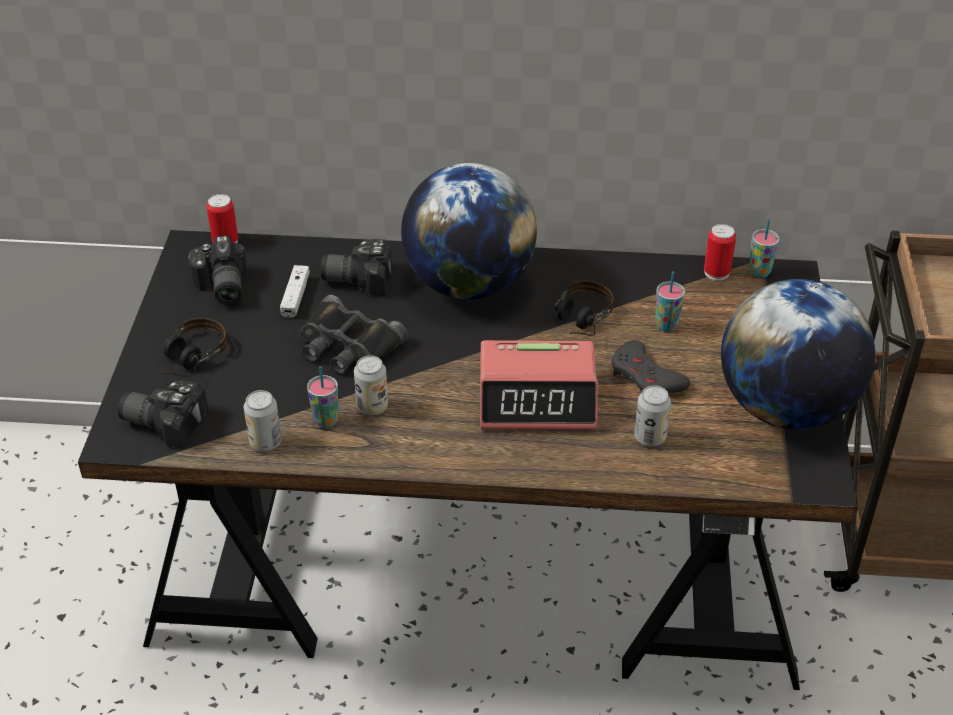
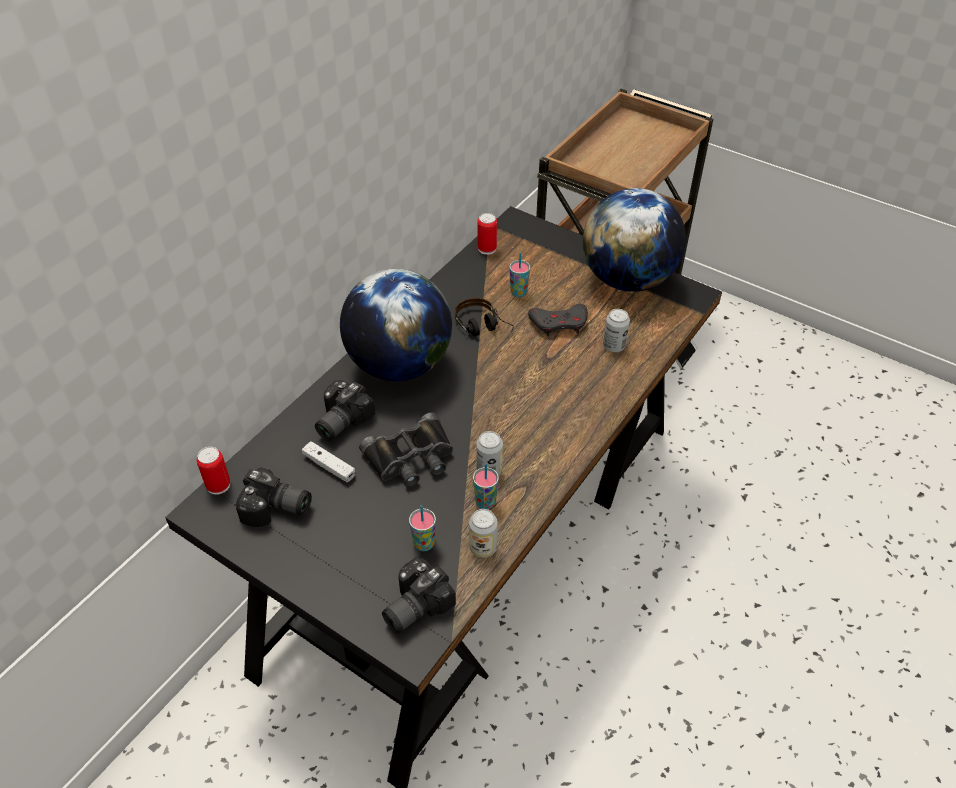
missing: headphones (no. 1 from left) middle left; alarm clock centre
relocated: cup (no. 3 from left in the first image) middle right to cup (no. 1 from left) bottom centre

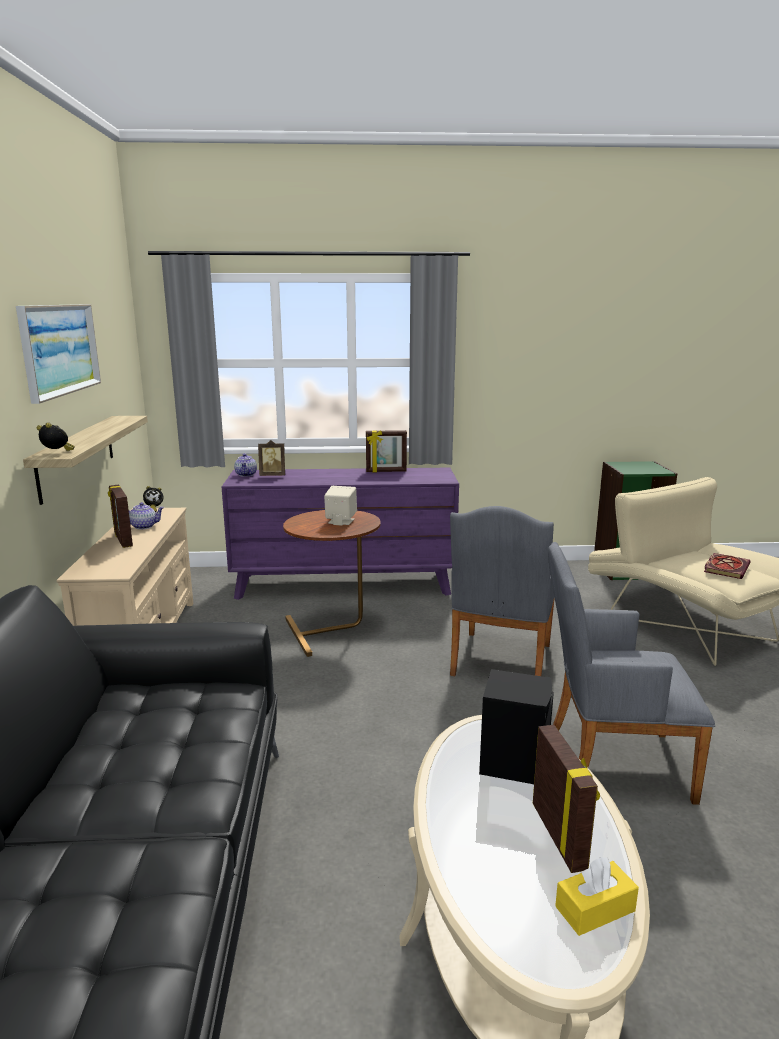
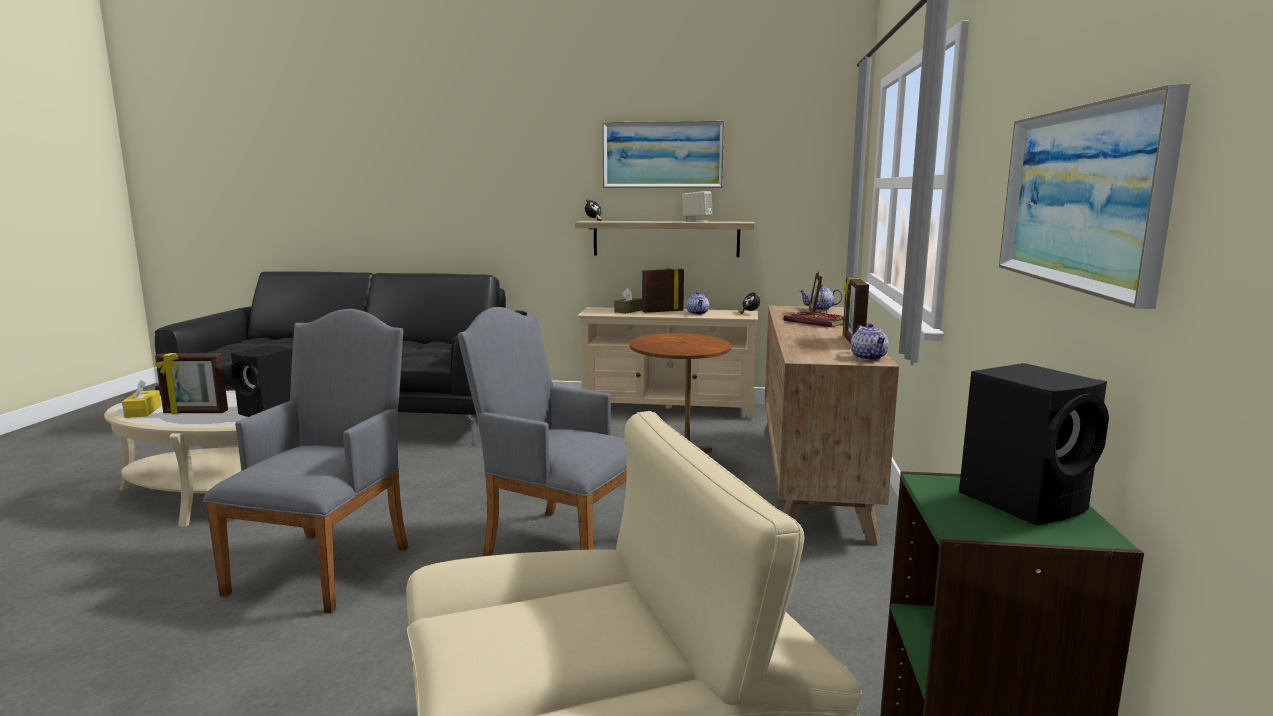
appeared: tissue box in brown centre; teapot (no. 3 from left) middle right; speaker in black (no. 2 from left) middle right; picture (no. 2 from left) top right
relocated: speaker in beige centre to top centre; book middle right to centre
colour: dresser in purple centre to dresser in brown centre

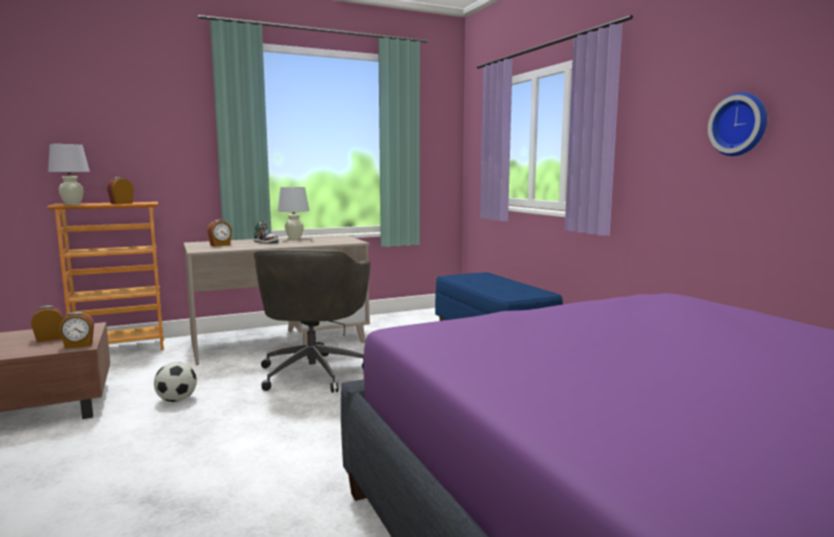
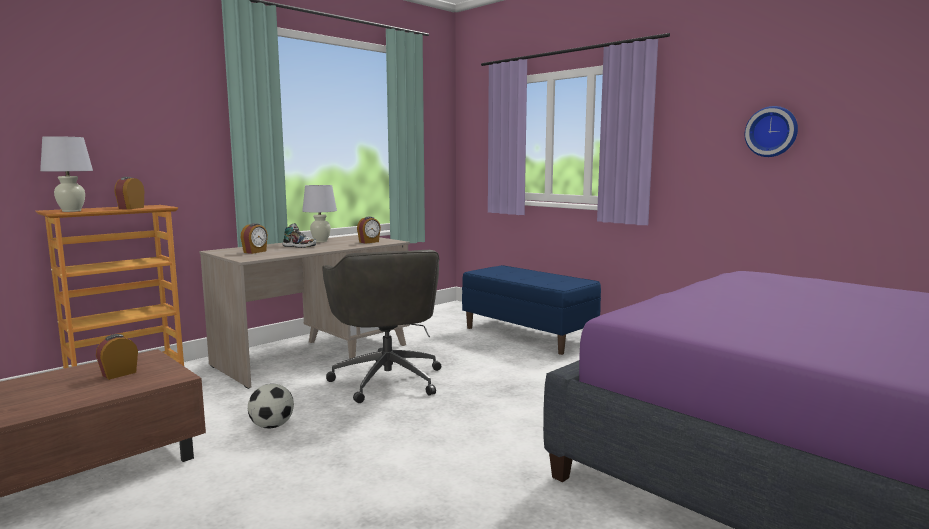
relocated: alarm clock (no. 2 from left in the first image) middle left to alarm clock (no. 4 from left) centre

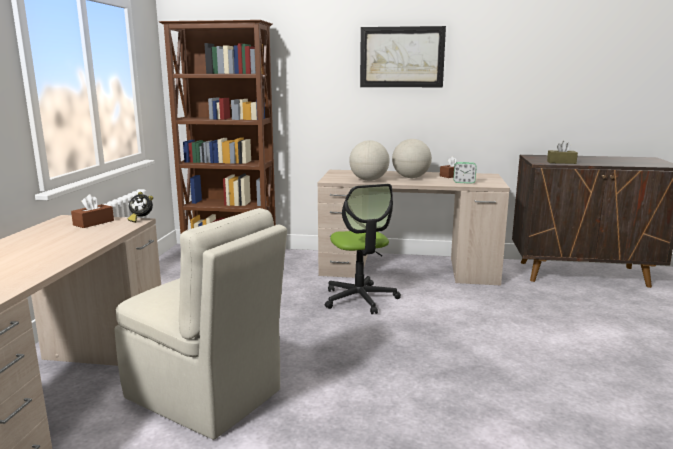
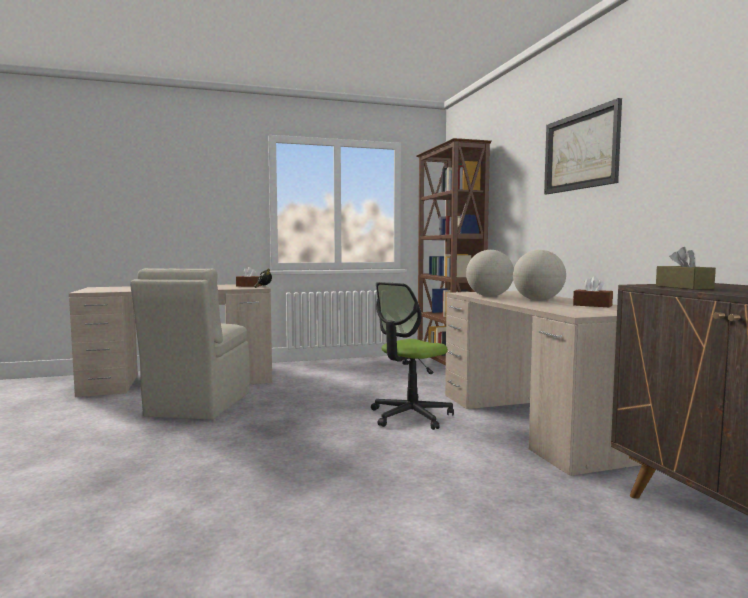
missing: alarm clock (no. 2 from left) middle right

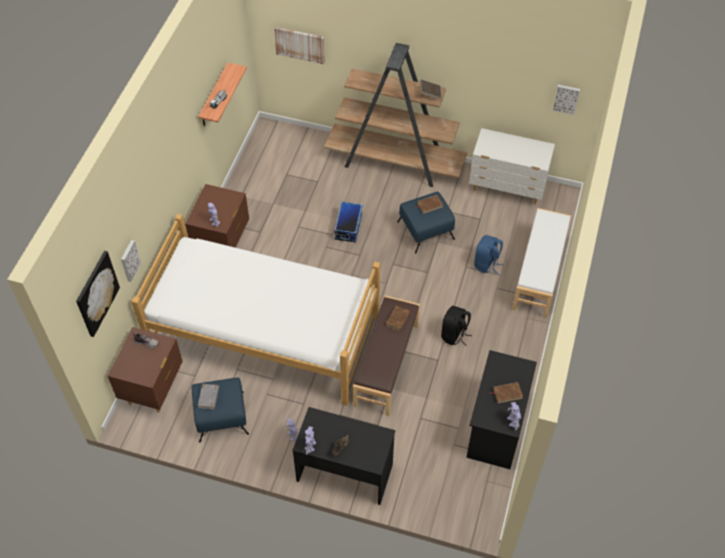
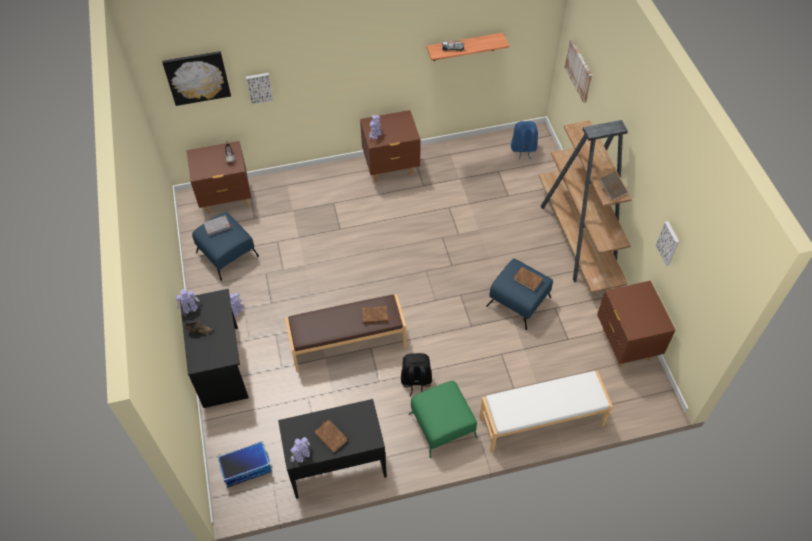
missing: bed centre
appeared: ottoman in green bottom centre
relocated: storage box centre to bottom left; backpack in blue middle right to top centre; picture (no. 4 from left) top right to middle right
exchanged: dresser in white top right to nightstand in brown (no. 3 from left) middle right

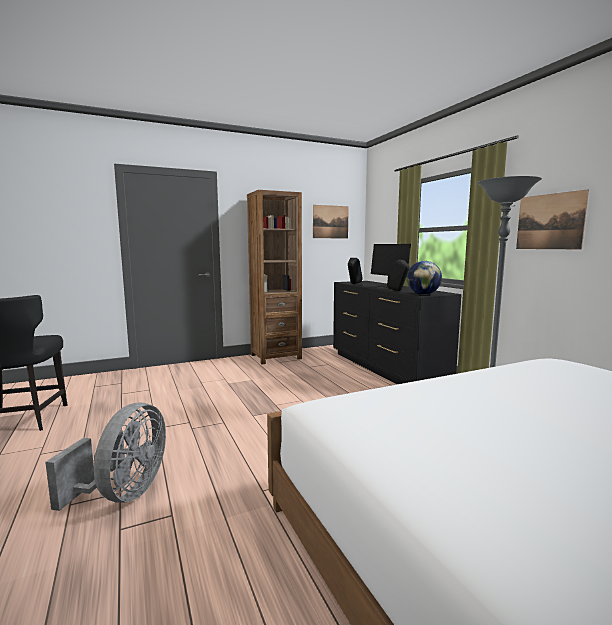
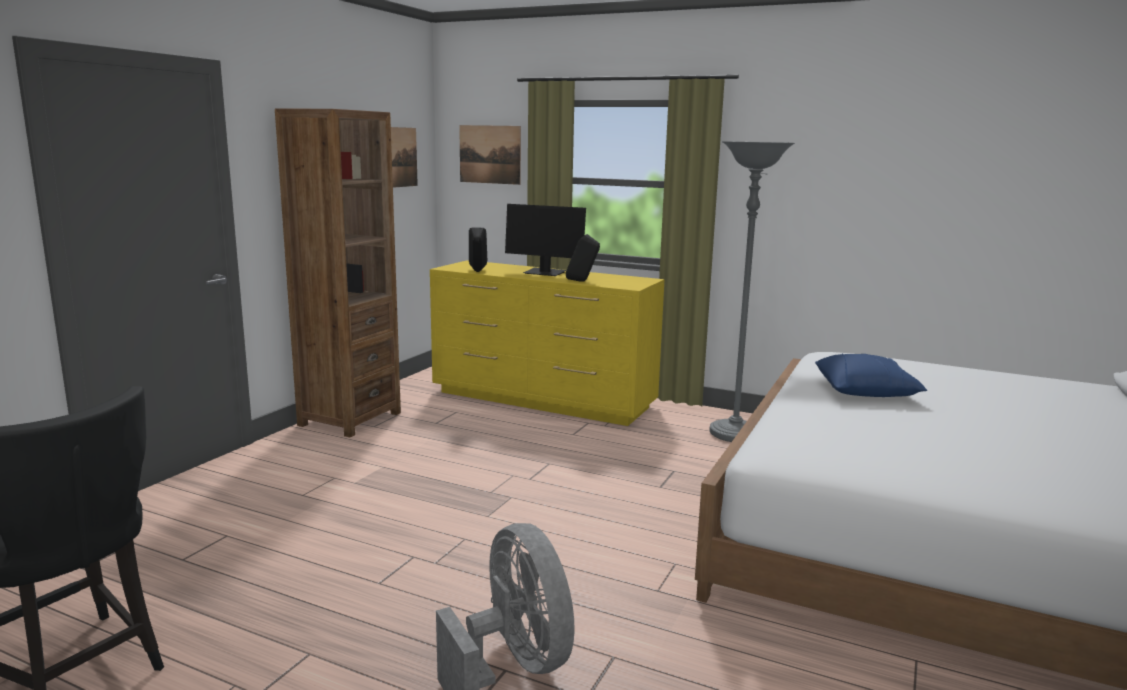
missing: globe middle right
appeared: pillow in blue middle right
relocated: picture (no. 2 from left) middle right to top centre
colour: dresser in black centre to dresser in yellow centre

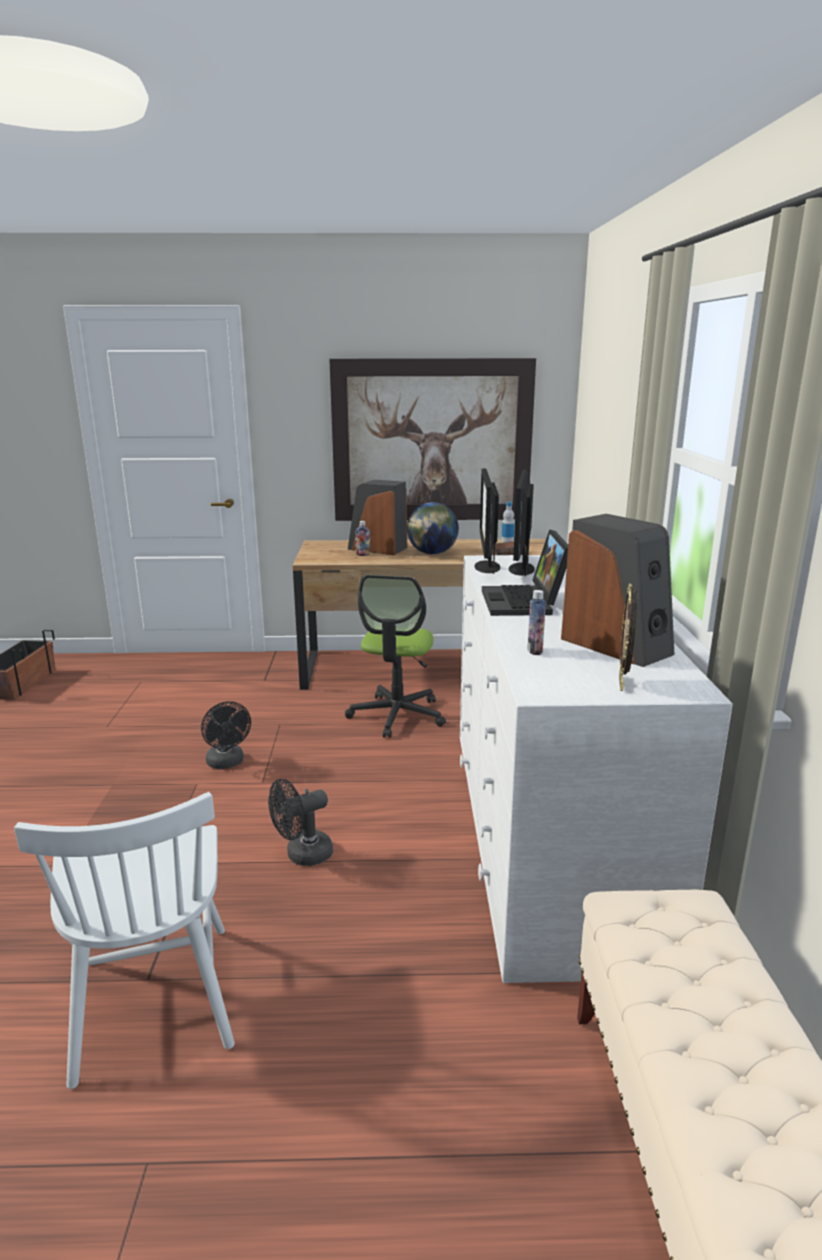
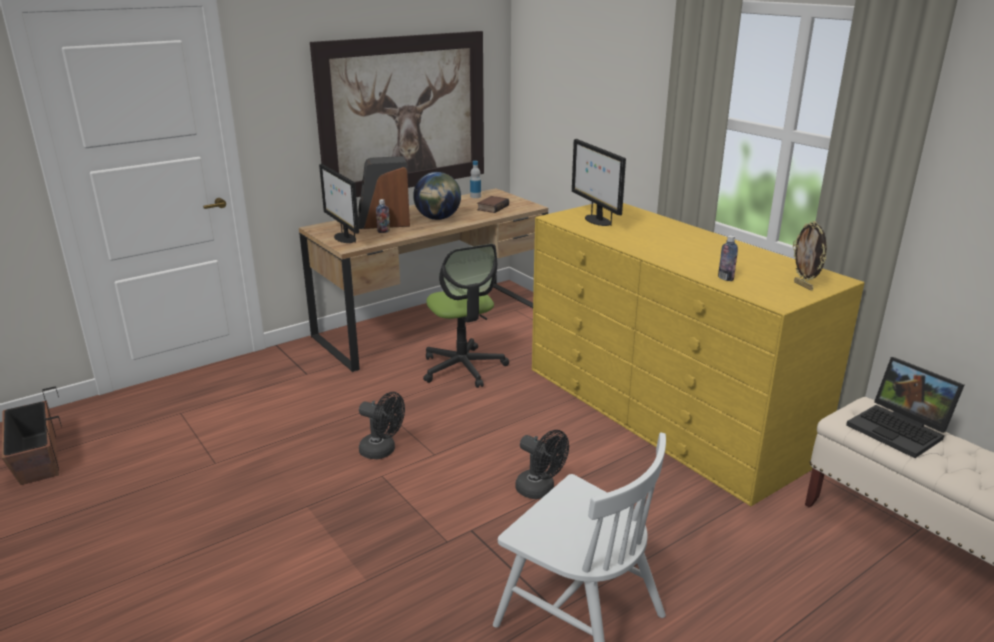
missing: speaker (no. 2 from left) middle right
relocated: monitor (no. 1 from left) centre to top centre; laptop centre to middle right
colour: dresser in white middle right to dresser in yellow middle right
spun: fan in black (no. 2 from left) centre = bottom centre 75 degrees counterclockwise

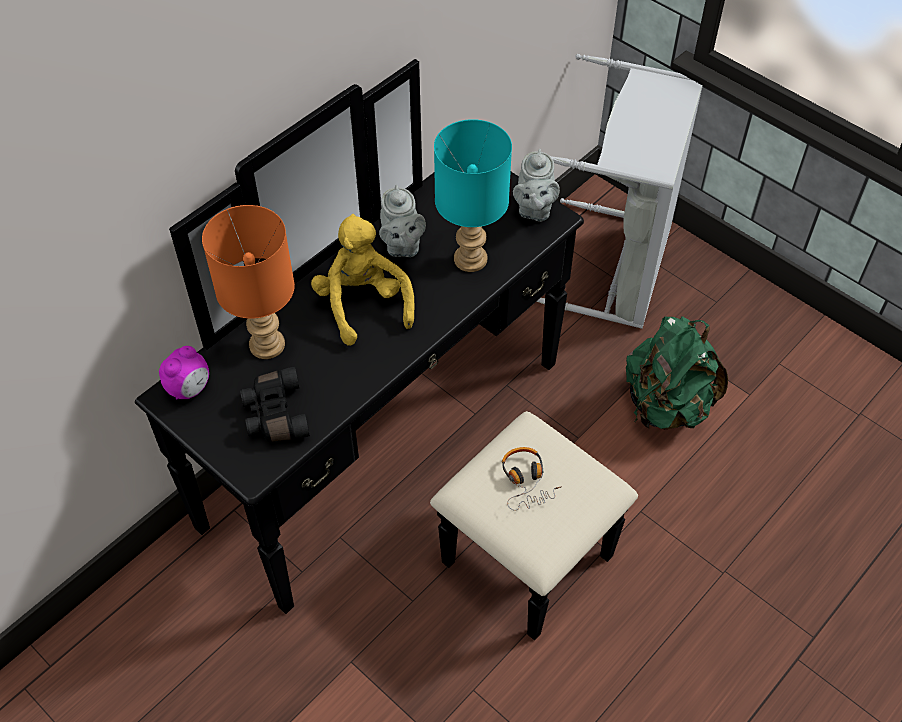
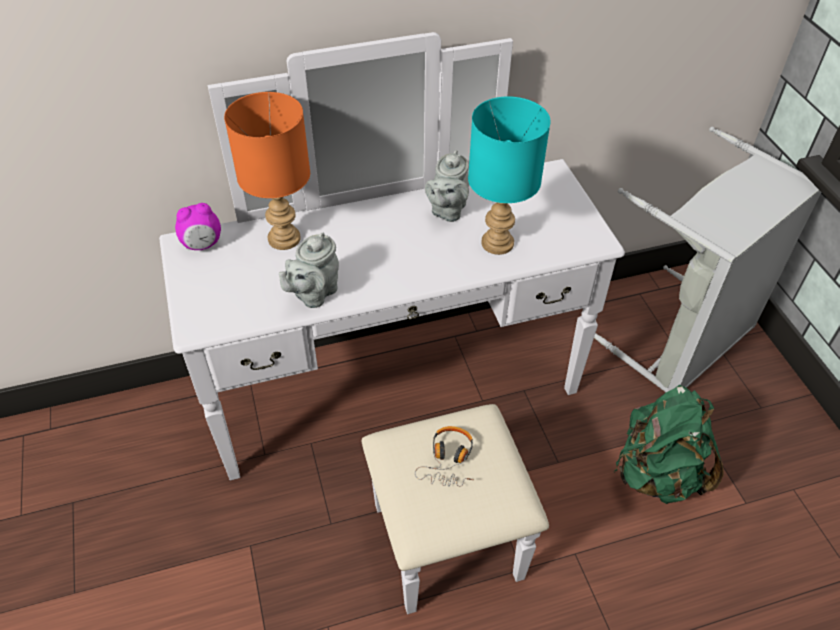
missing: binoculars in black middle left; plush toy in yellow centre
relocated: teapot in grey (no. 2 from left in the first image) top centre to teapot in grey (no. 1 from left) centre
colour: dresser in black centre to dresser in white centre

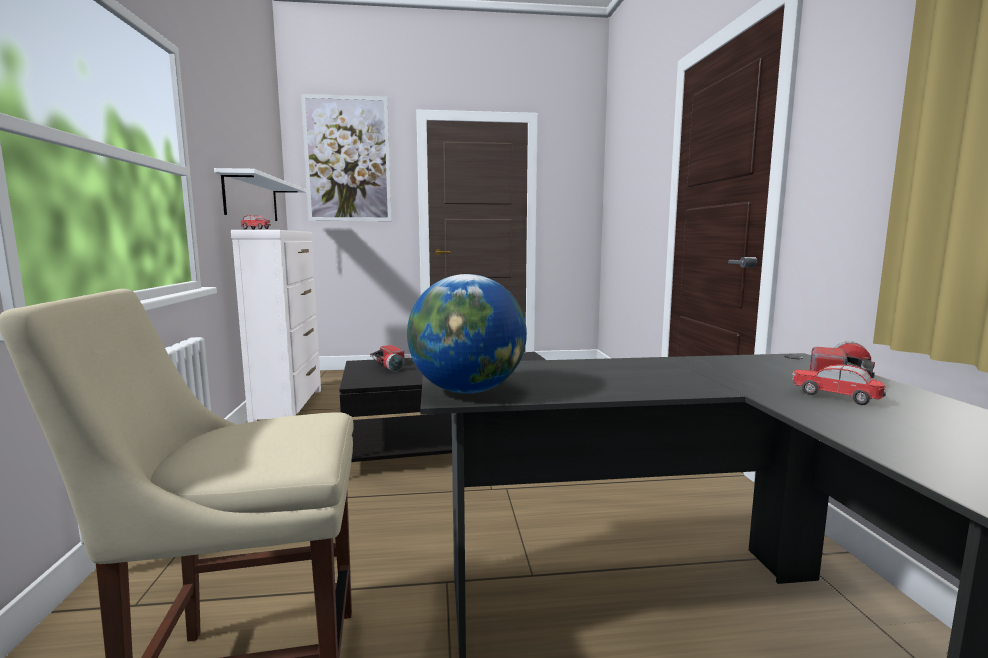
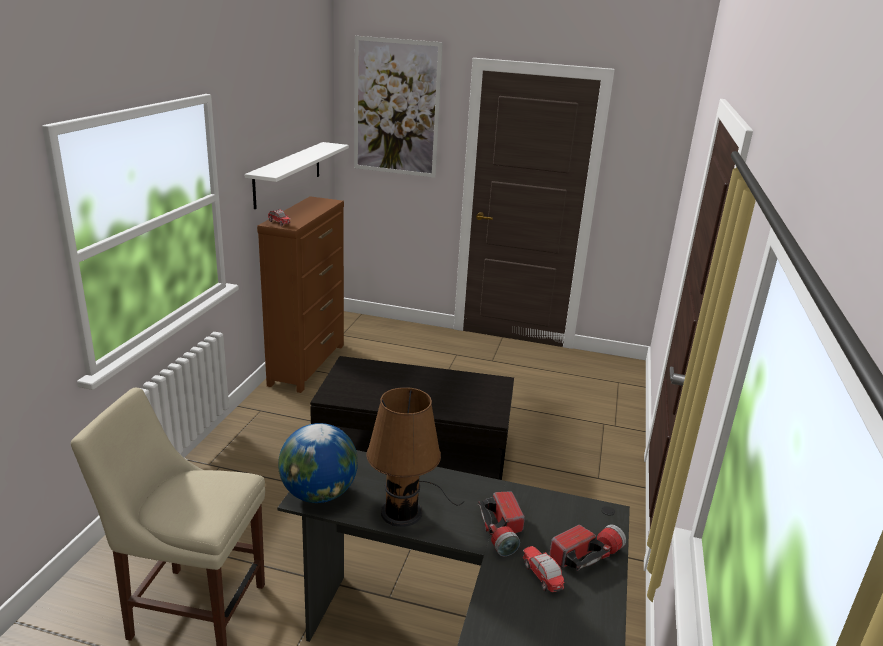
appeared: table lamp in brown bottom centre
relocated: flashlight (no. 1 from left) centre to bottom centre
colour: dresser in white middle left to dresser in brown centre

